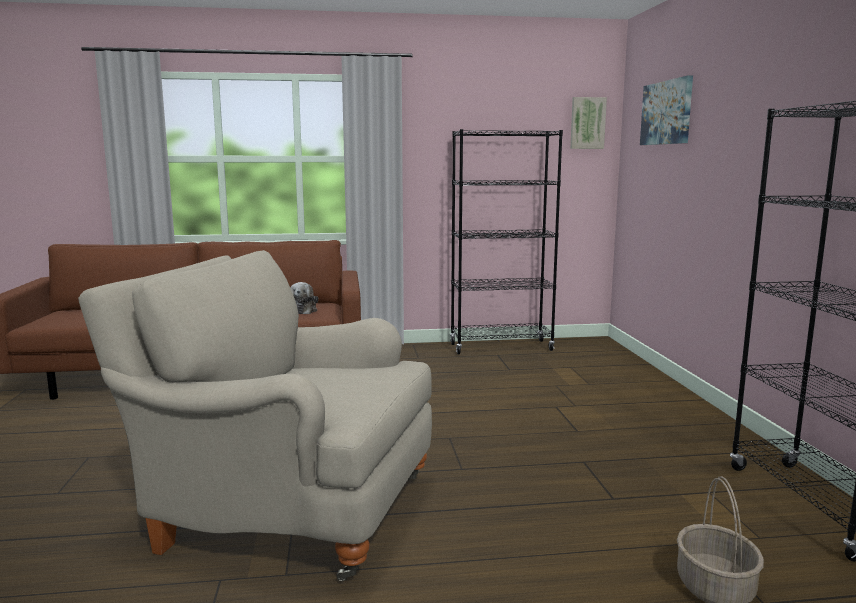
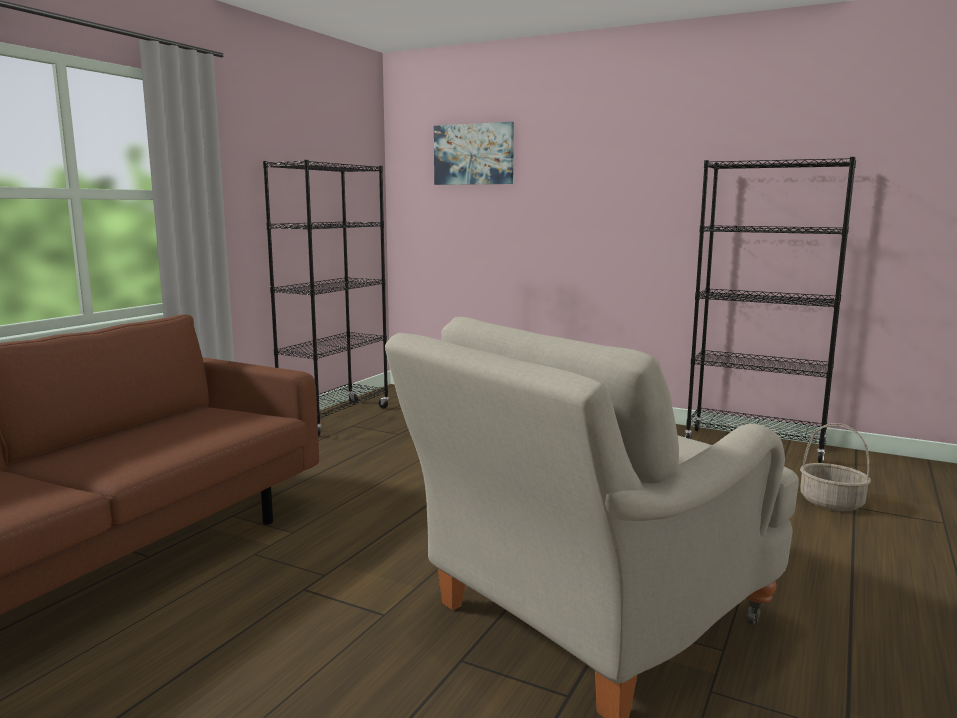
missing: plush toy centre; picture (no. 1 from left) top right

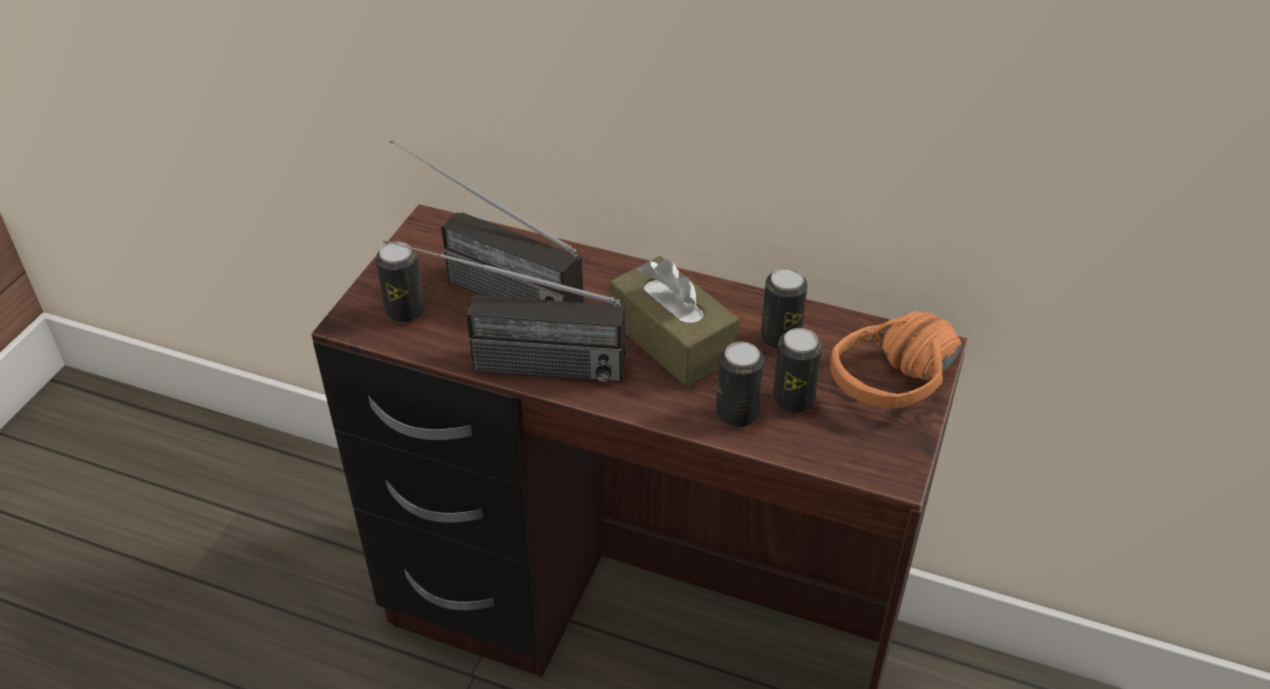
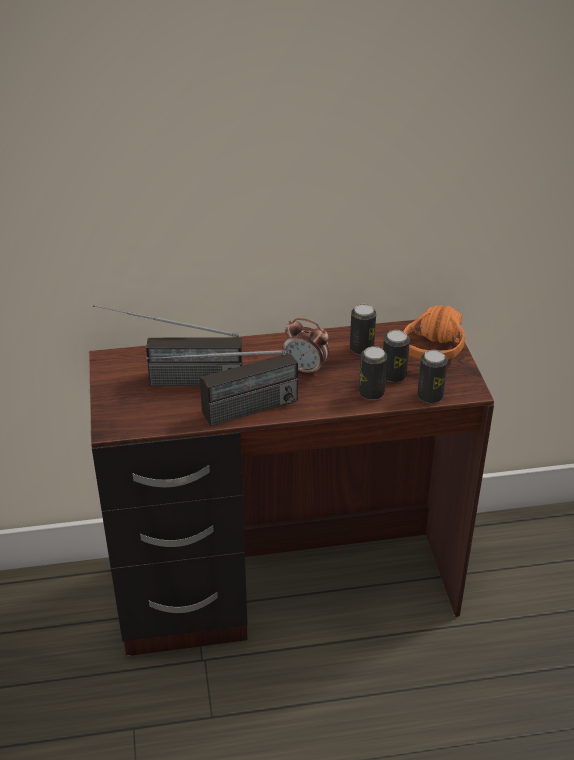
relocated: can (no. 1 from left in the first image) middle left to can (no. 4 from left) middle right
exchanged: tissue box in brown centre to alarm clock centre

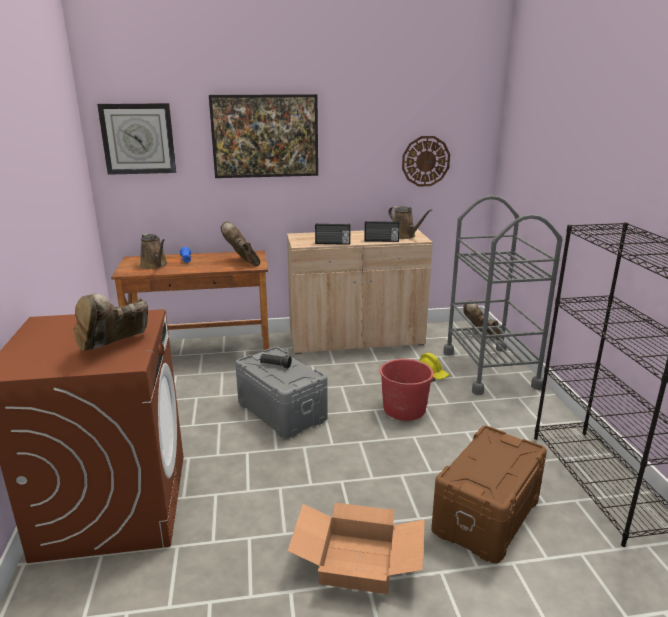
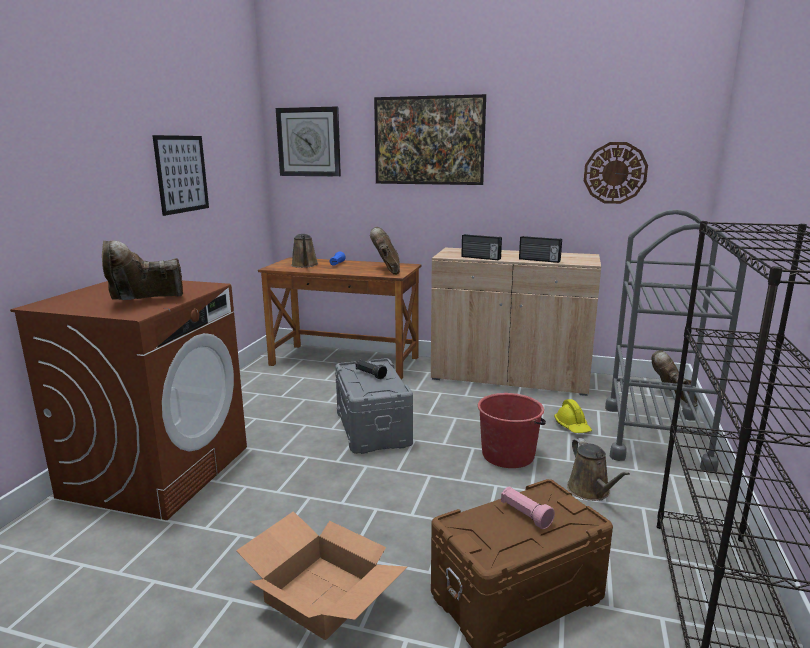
appeared: picture (no. 1 from left) top left; flashlight in pink bottom centre
relocated: watering can in brown (no. 2 from left) centre to bottom right

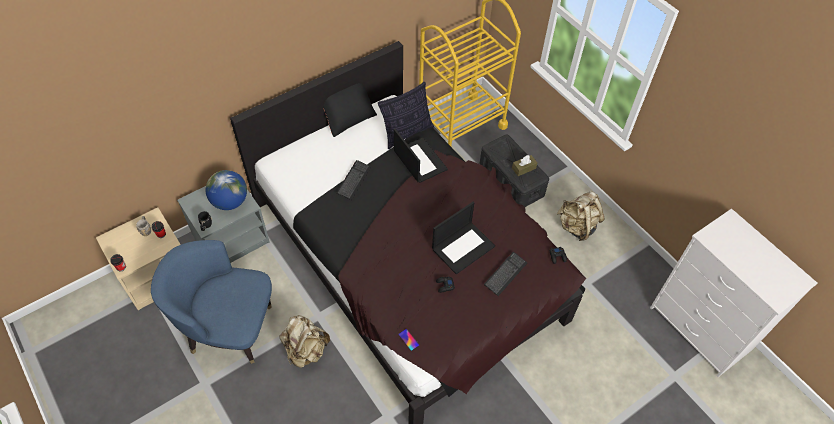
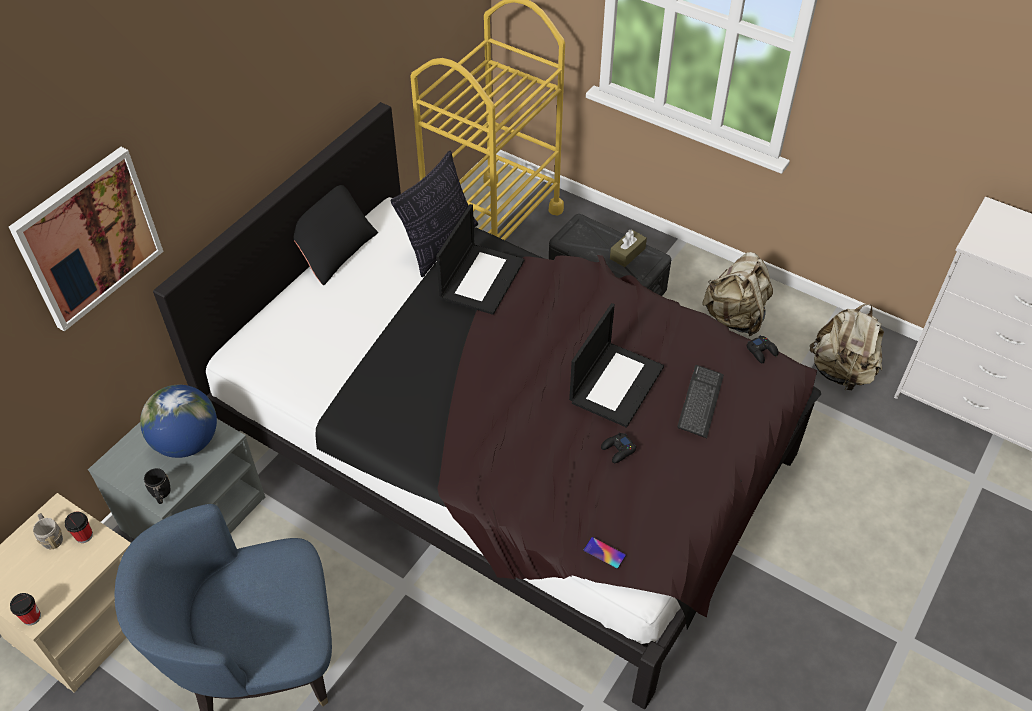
missing: keyboard (no. 1 from left) centre
appeared: picture middle left
relocated: backpack in beige (no. 1 from left in the first image) bottom centre to backpack in beige (no. 2 from left) middle right
spun: laptop (no. 1 from left) centre = centre 75 degrees clockwise

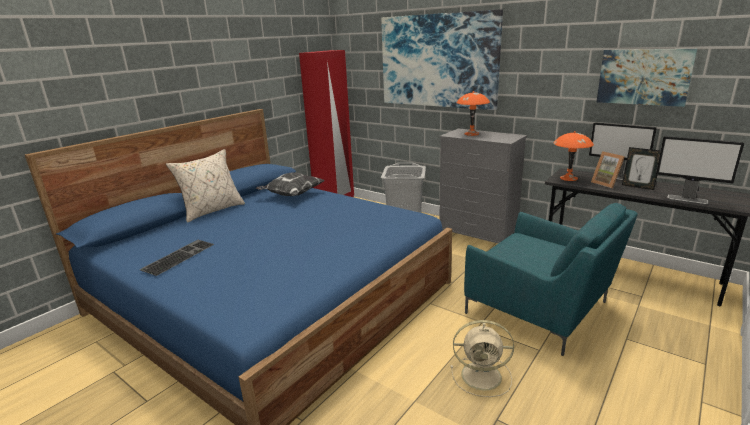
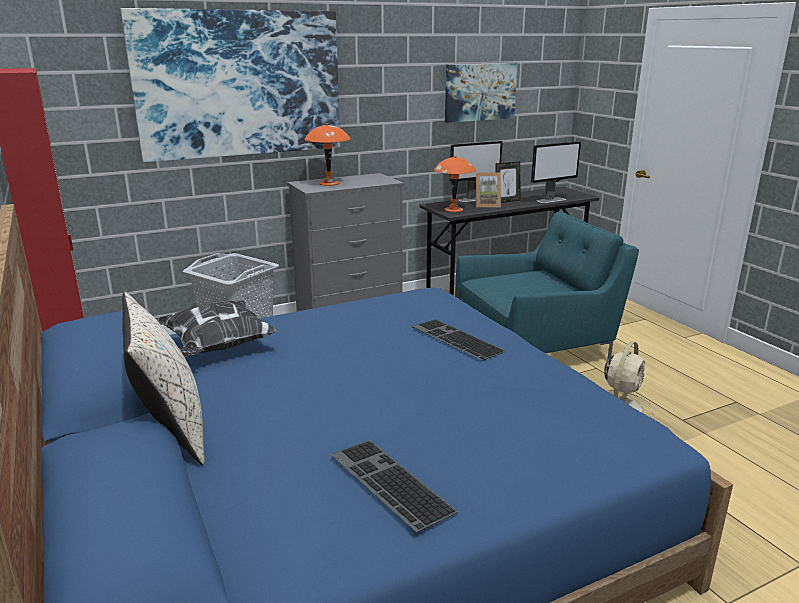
appeared: keyboard (no. 2 from left) centre

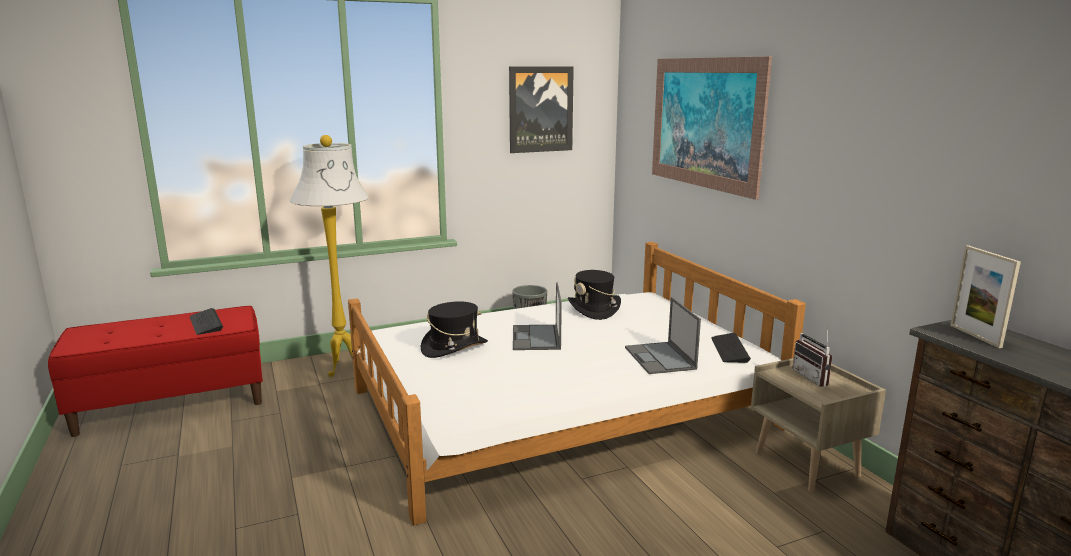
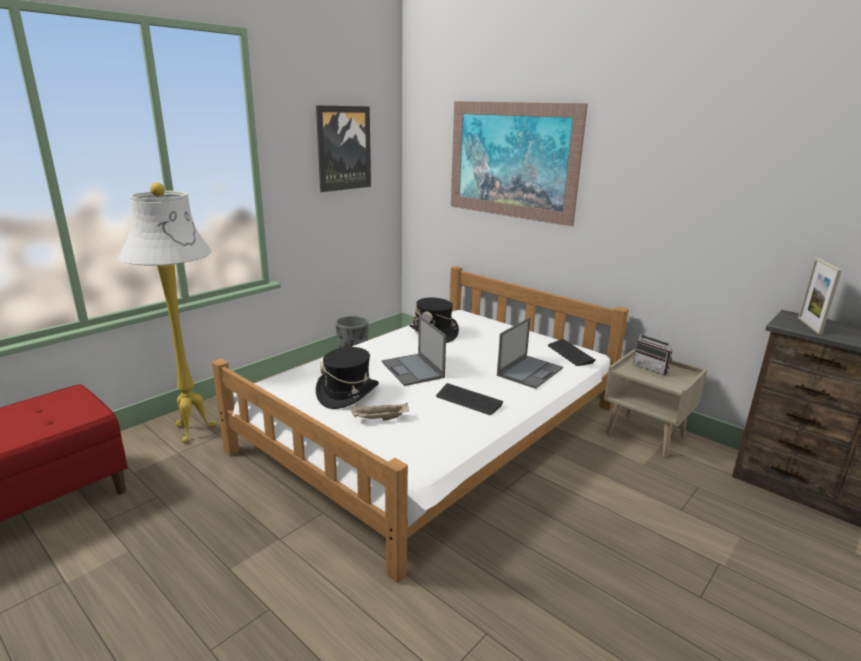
appeared: tray in beige centre
relocated: keyboard (no. 1 from left) middle left to centre
spun: laptop (no. 2 from left) centre = centre 105 degrees counterclockwise; picture frame middle right = middle right 45 degrees clockwise

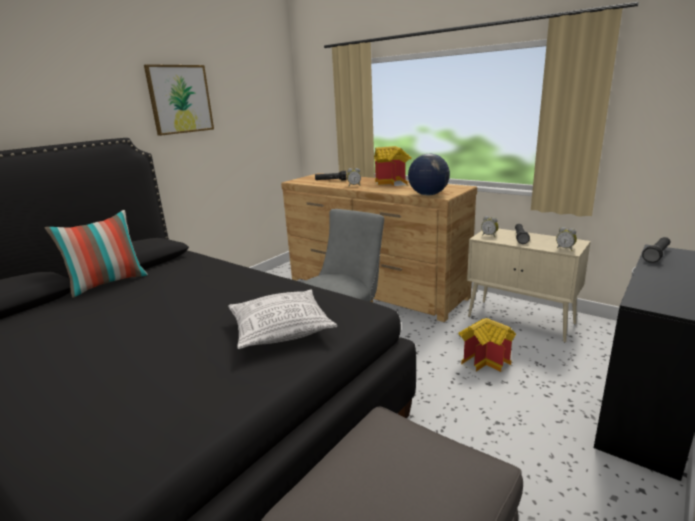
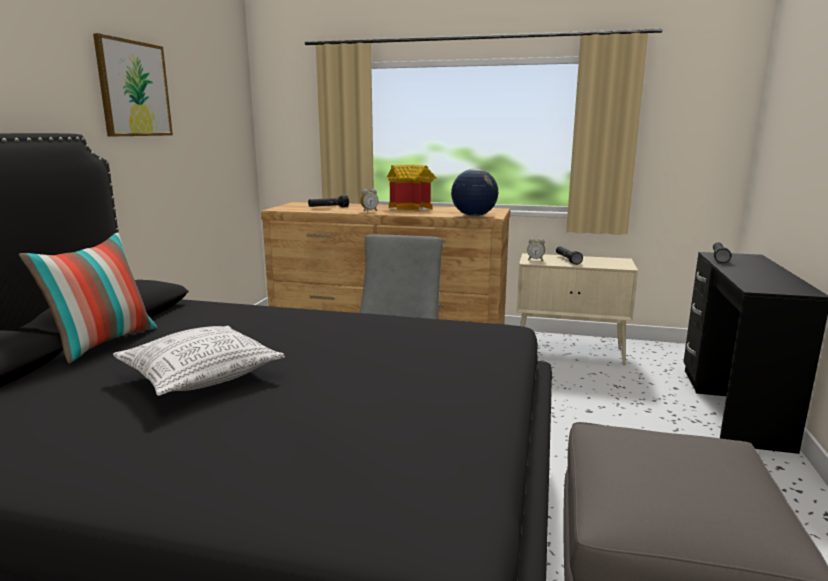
missing: toy house (no. 2 from left) middle right; alarm clock (no. 3 from left) middle right
relocated: pillow (no. 2 from left) centre to middle left

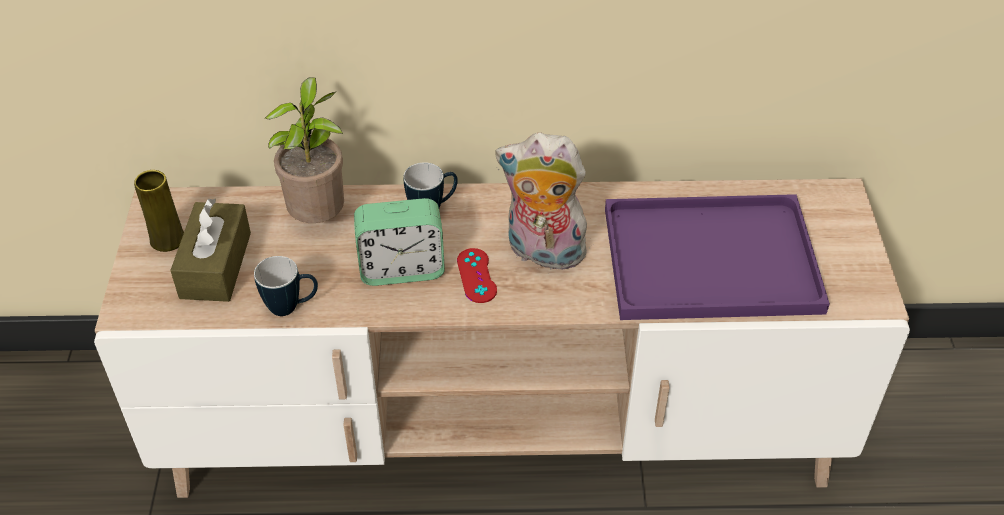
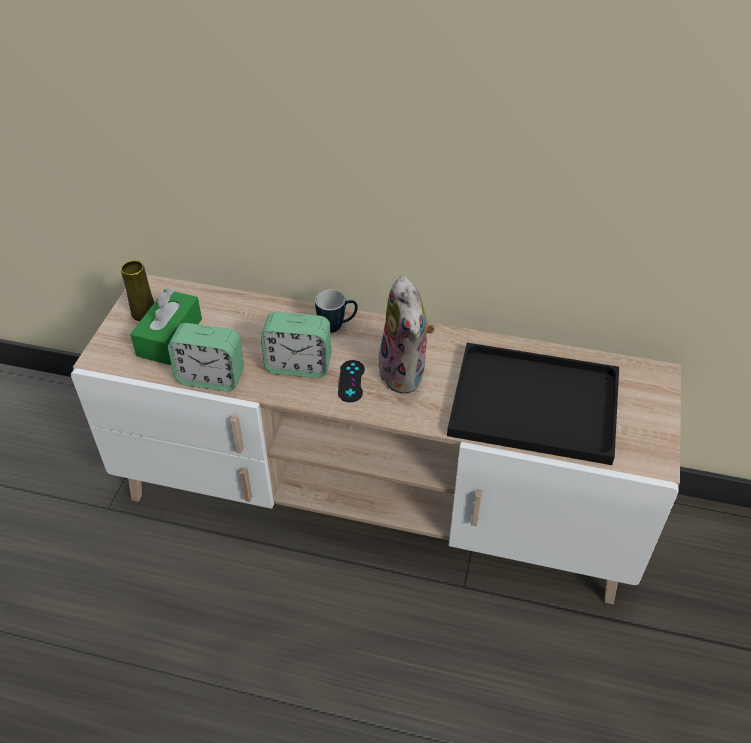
missing: potted plant top left
exchanged: mug (no. 1 from left) middle left to alarm clock (no. 1 from left) middle left
colour: tissue box in brown middle left to tissue box in green middle left; game controller in red centre to game controller in black centre; tray in purple middle right to tray in black middle right
spun: plush toy centre = centre 135 degrees counterclockwise

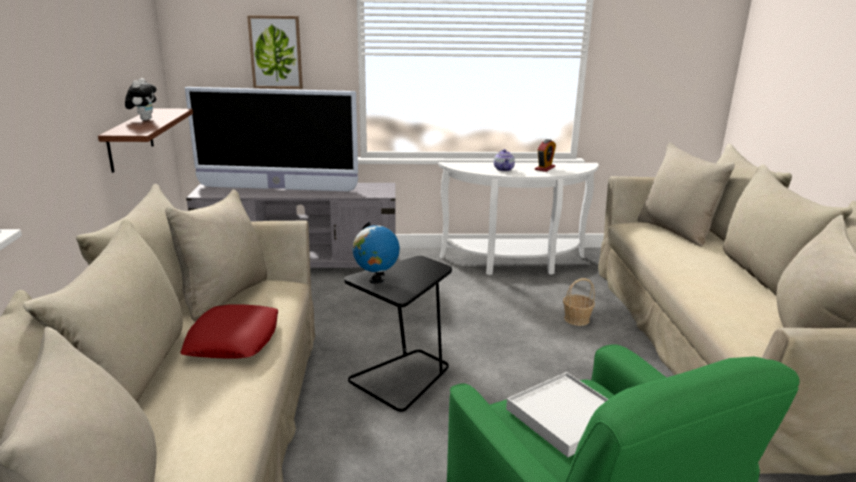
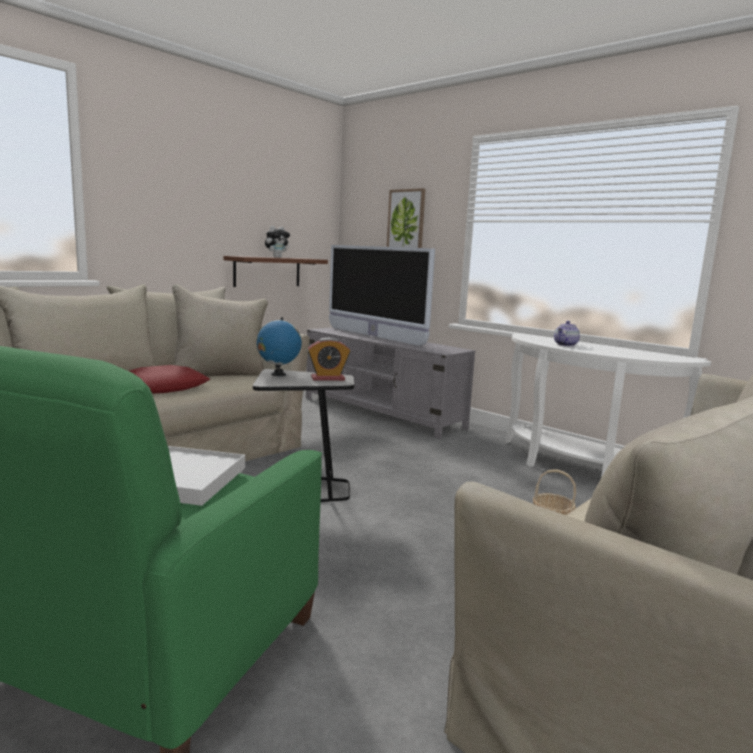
relocated: alarm clock top centre to centre

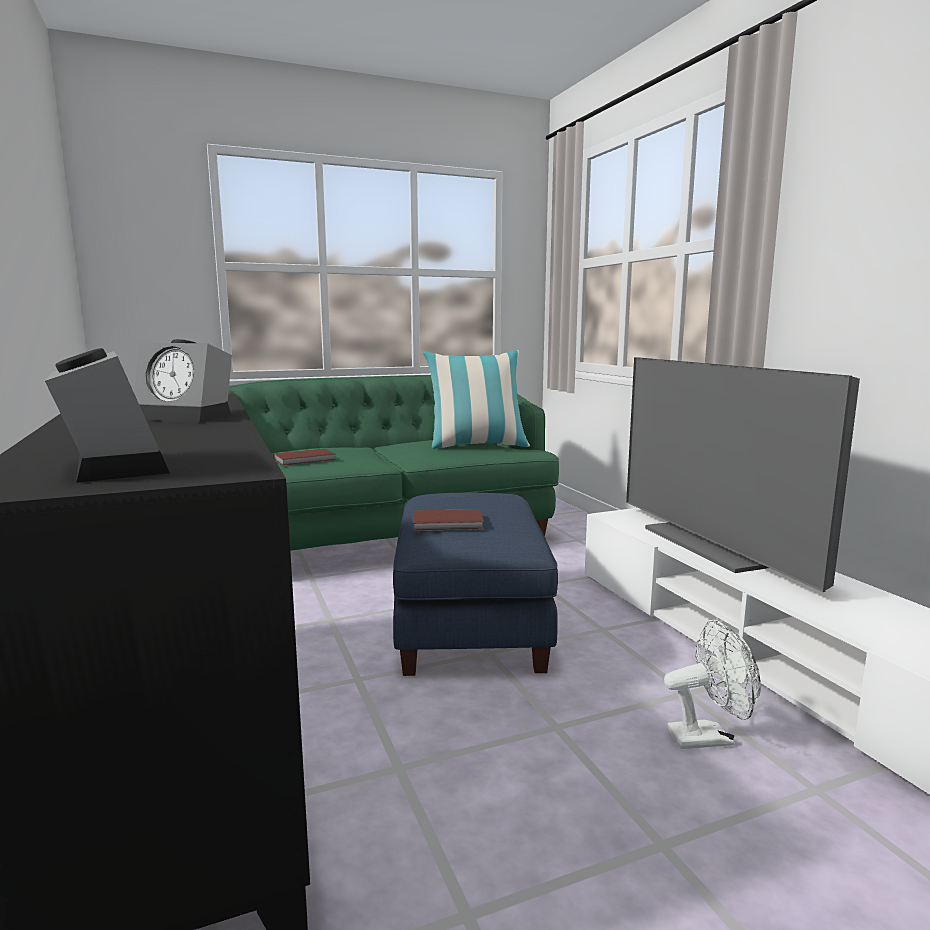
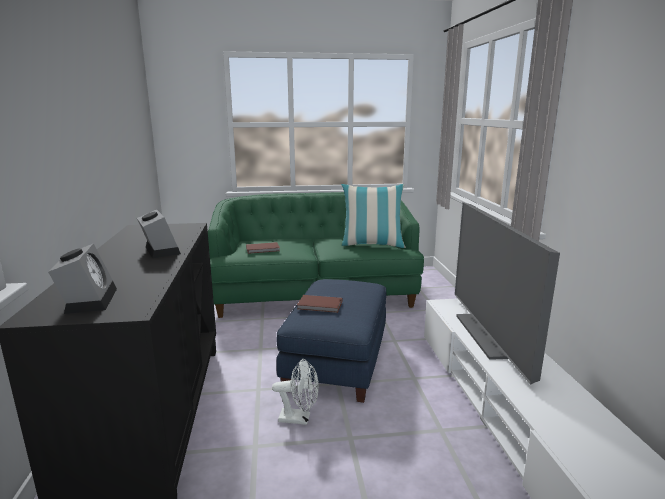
relocated: fan in white bottom right to bottom centre
spun: alarm clock (no. 2 from left) middle left = middle left 150 degrees counterclockwise

